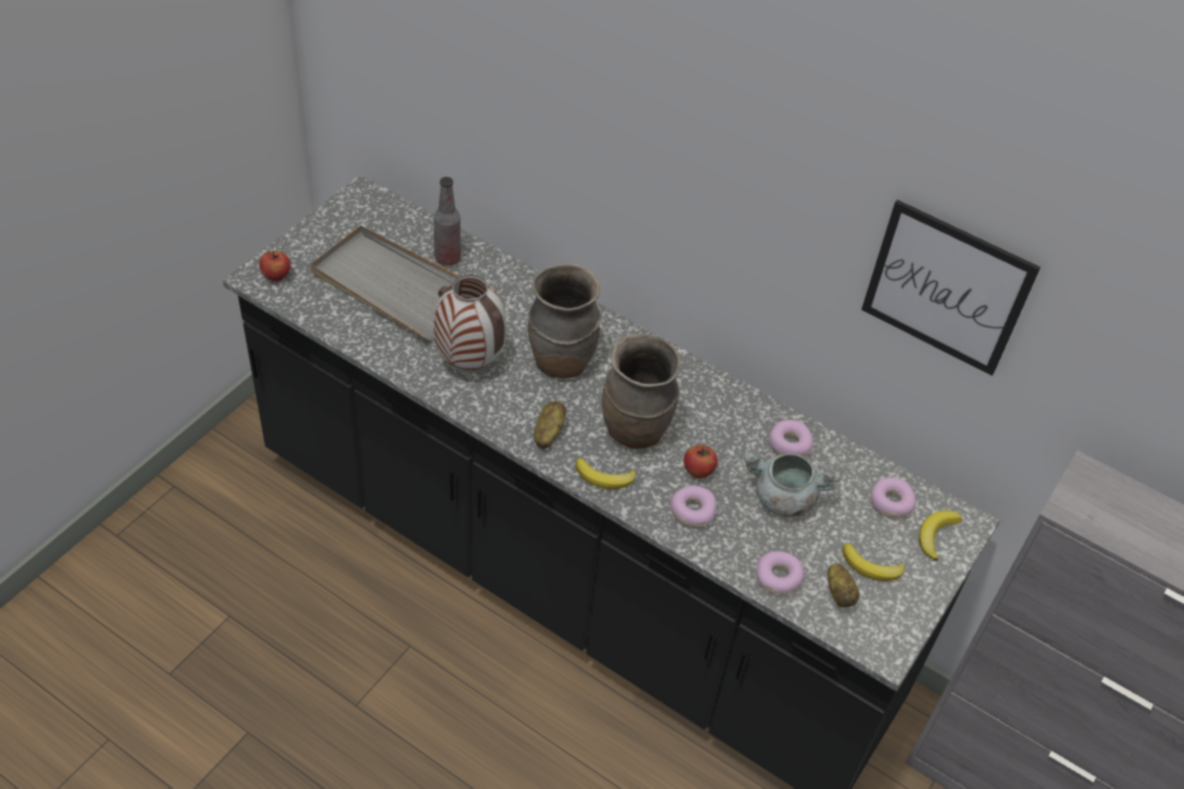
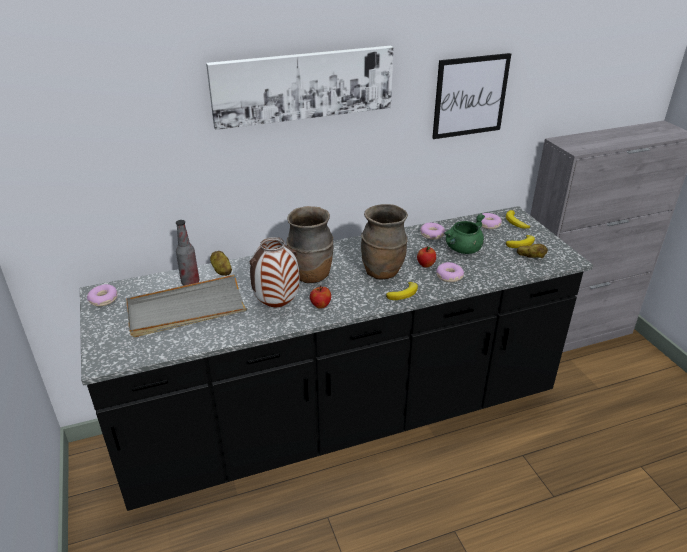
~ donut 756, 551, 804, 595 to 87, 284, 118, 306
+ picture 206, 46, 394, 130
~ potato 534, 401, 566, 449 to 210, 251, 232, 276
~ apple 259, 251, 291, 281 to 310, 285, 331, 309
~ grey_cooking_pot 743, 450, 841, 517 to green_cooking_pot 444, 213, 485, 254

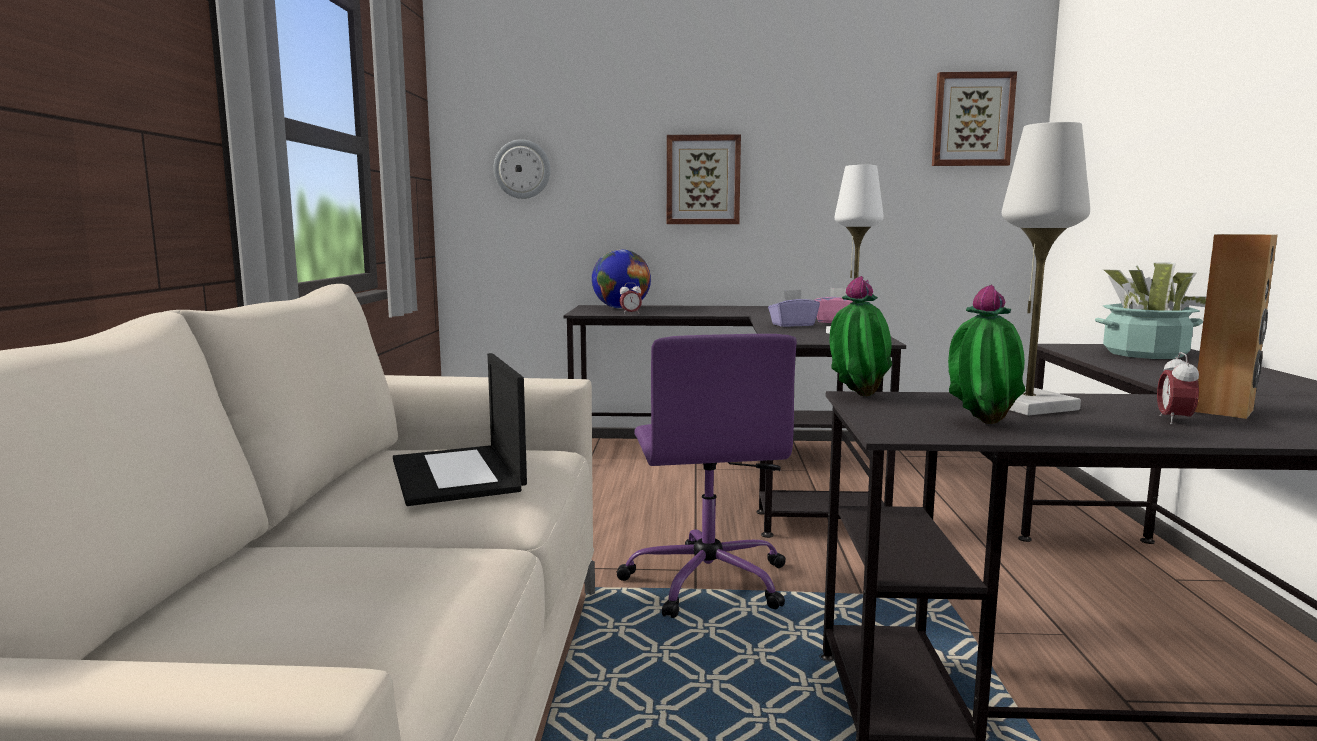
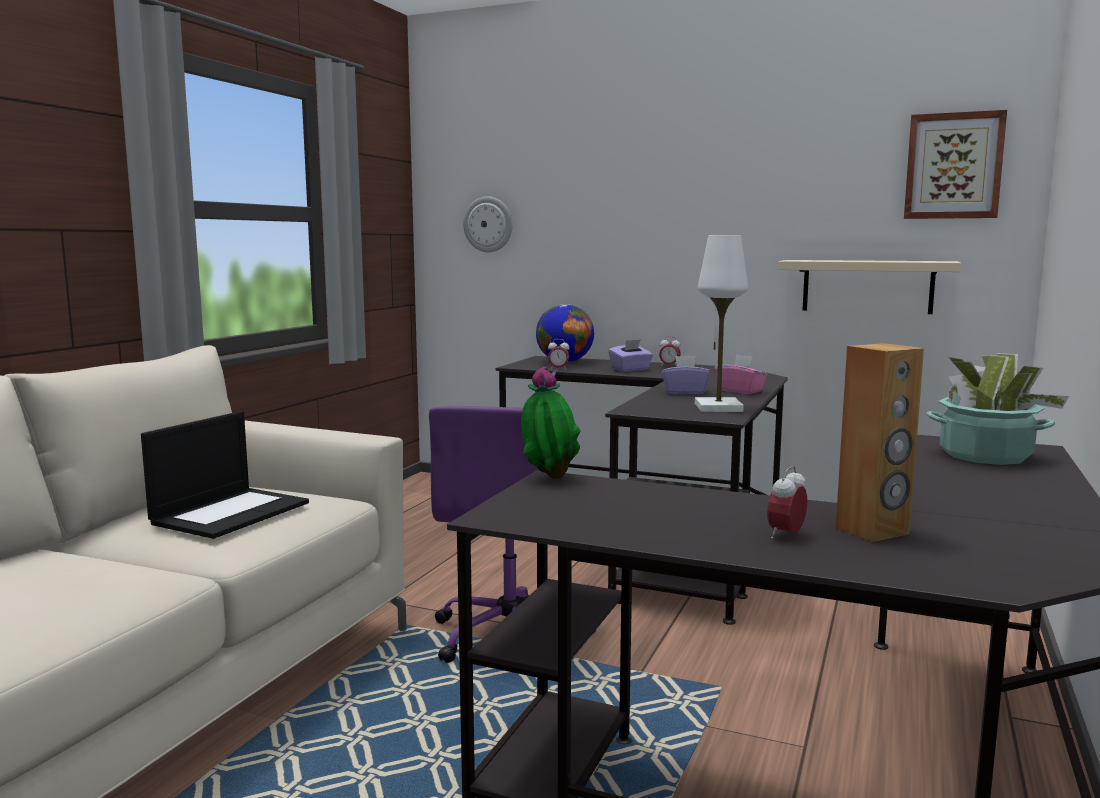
~ laptop 393, 353, 527, 506 = 141, 411, 309, 539 150 degrees counterclockwise
+ purple_tissue_box 608, 339, 653, 372
+ alarm_clock 659, 336, 681, 367
+ beige_shelf 778, 260, 961, 314
- picture 667, 134, 741, 224
- potted_plant 948, 285, 1026, 424
- white_table_lamp 1002, 122, 1090, 416

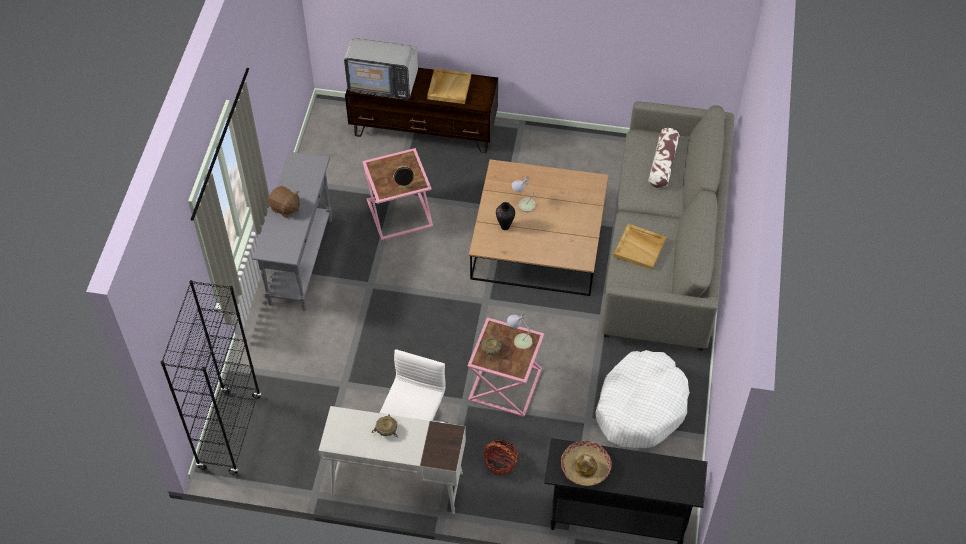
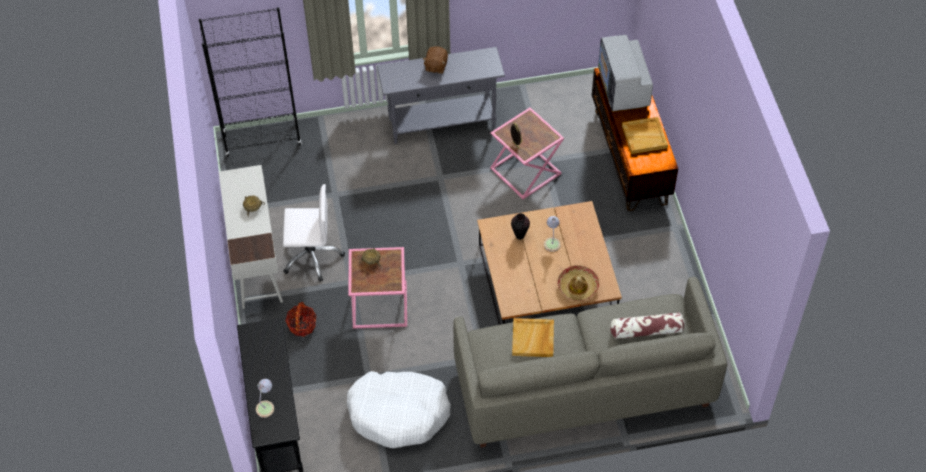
~ table_lamp 507, 313, 532, 350 to 256, 379, 274, 418
~ hat 561, 441, 612, 486 to 557, 265, 599, 301

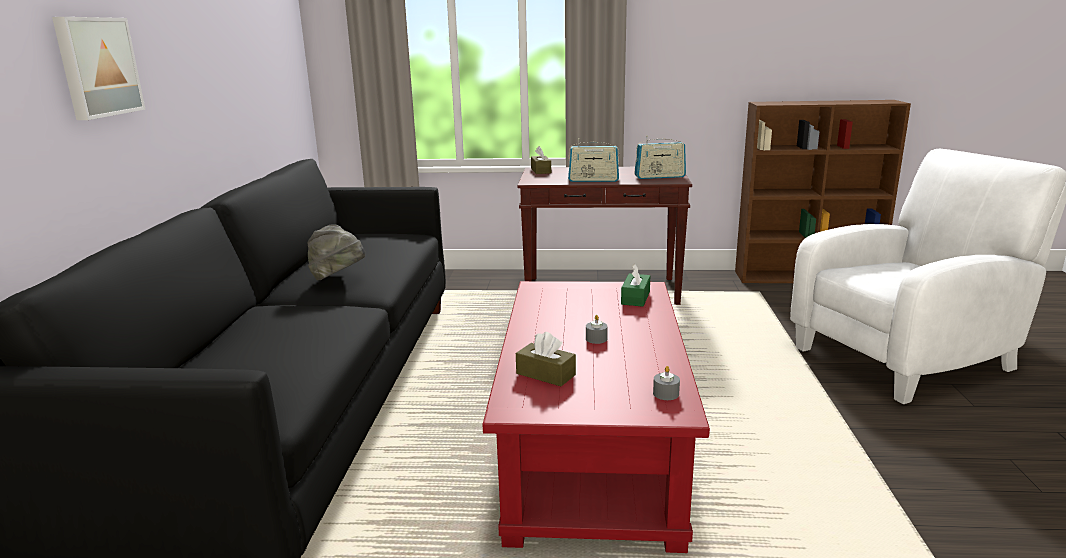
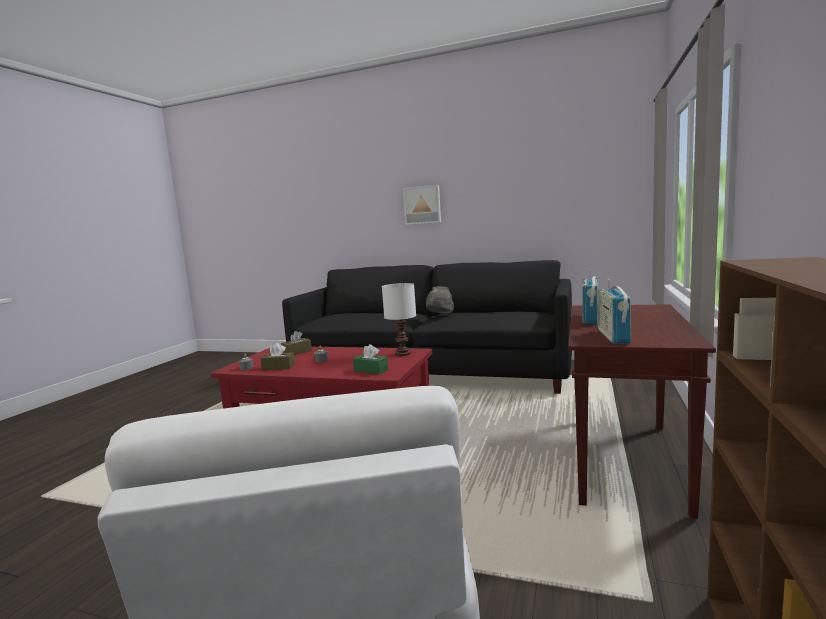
~ brown_tissue_box 531, 146, 551, 174 to 260, 343, 295, 370
+ white_table_lamp 382, 283, 416, 356

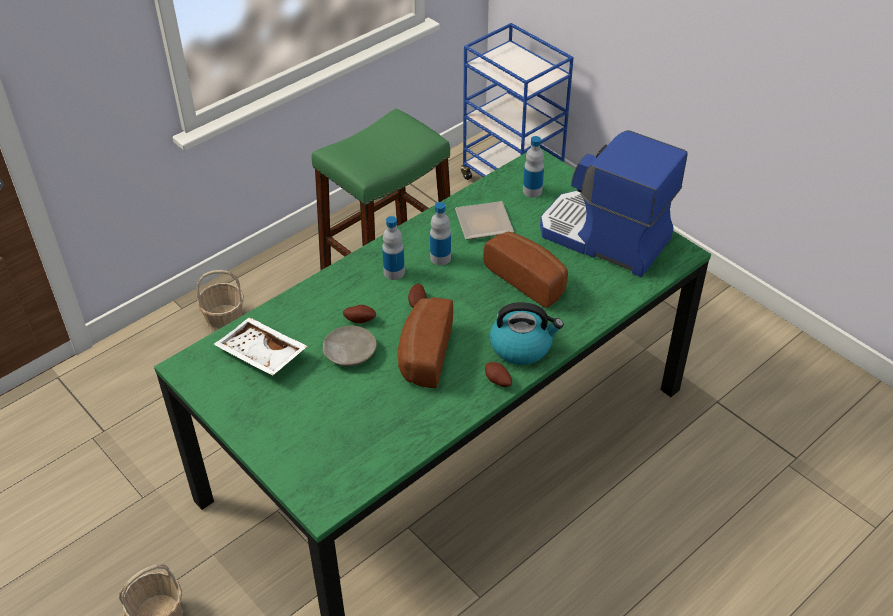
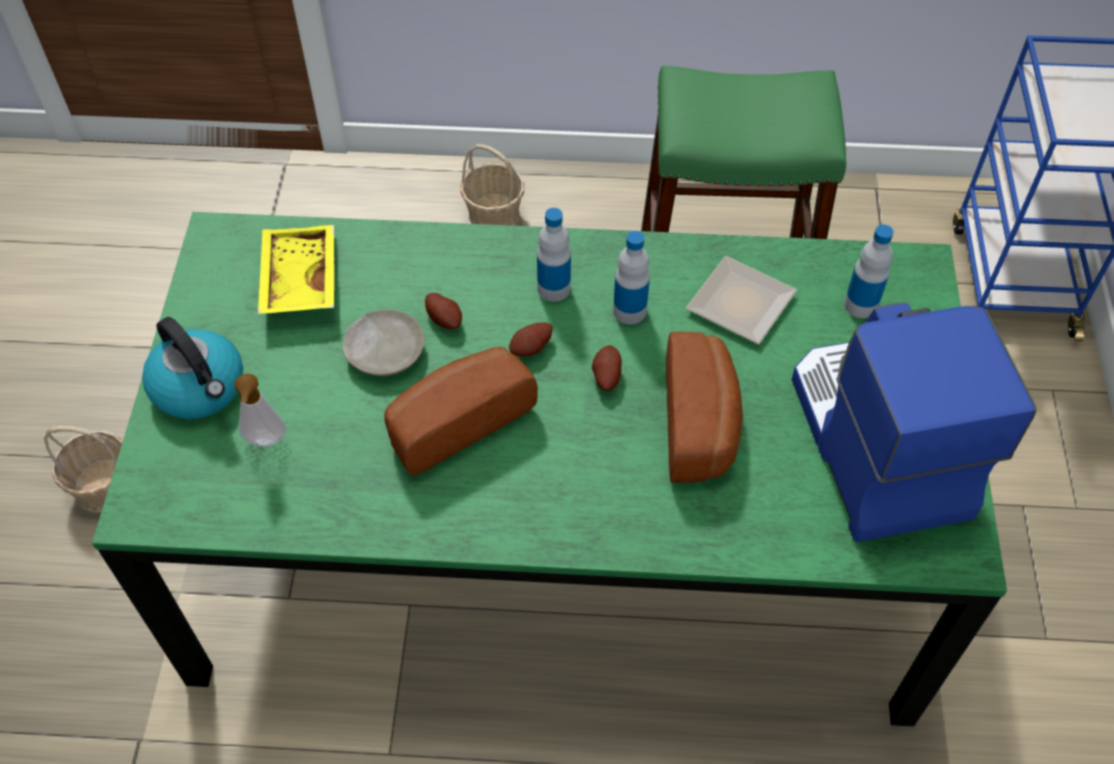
~ kettle 490, 302, 564, 365 to 142, 317, 243, 419
+ soap_dispenser 234, 373, 287, 447
~ white_tray 214, 317, 308, 376 to yellow_tray 258, 225, 334, 314
~ potato 485, 362, 512, 387 to 592, 345, 622, 391

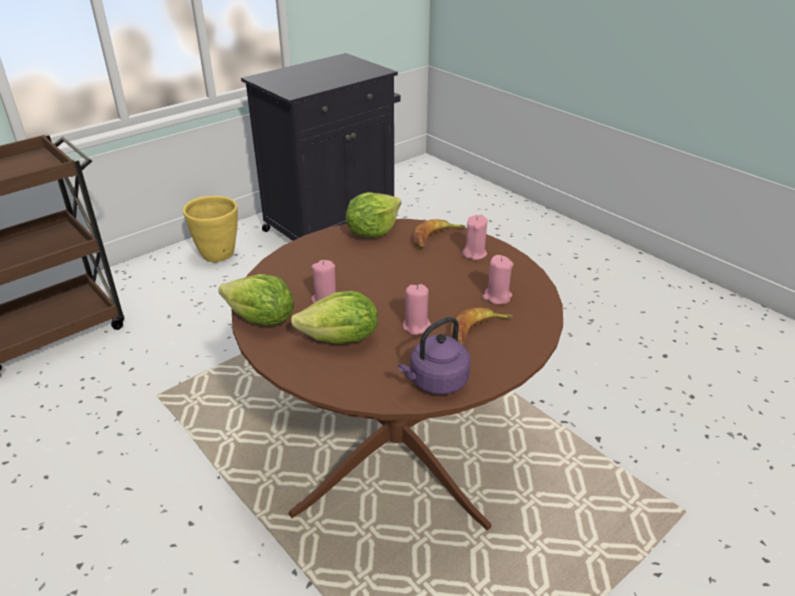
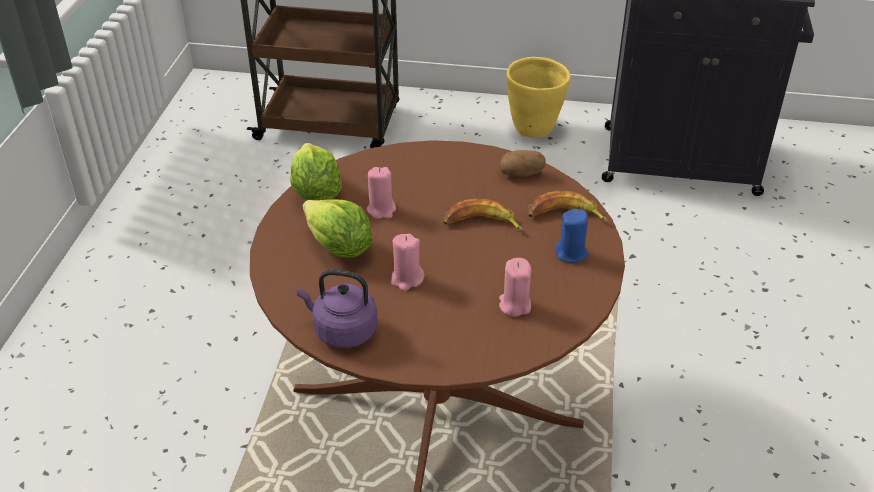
~ banana 451, 308, 514, 346 to 444, 198, 523, 231
~ lettuce 346, 192, 401, 237 to potato 499, 150, 546, 177
~ pink_candle 462, 215, 488, 260 to blue_candle 555, 209, 589, 263

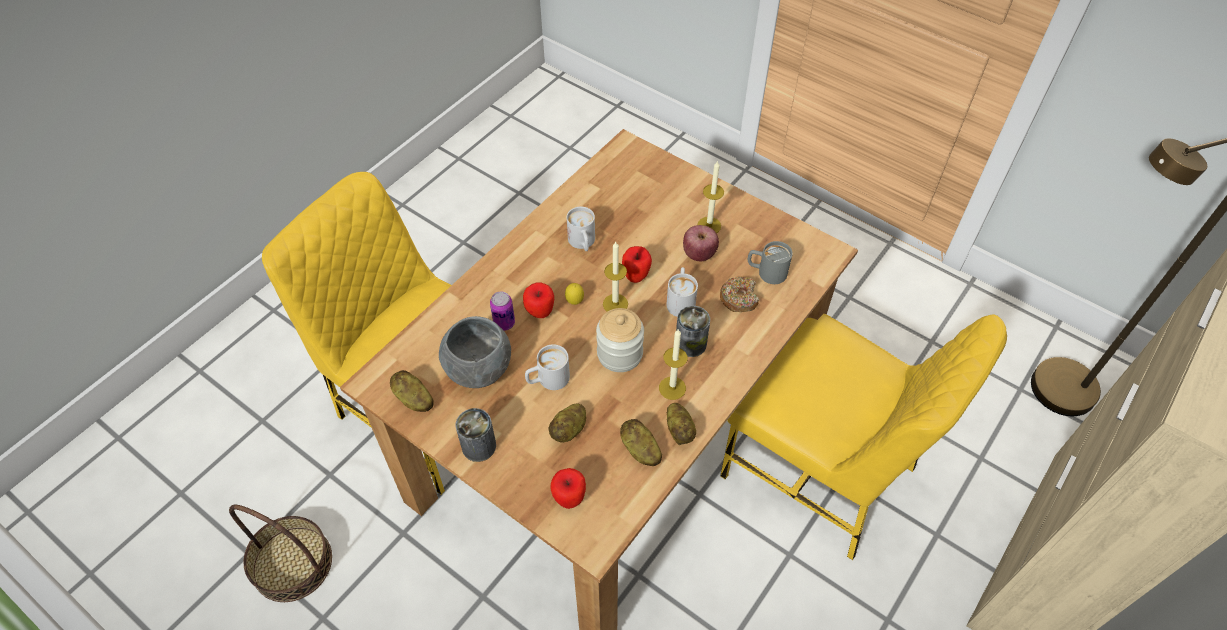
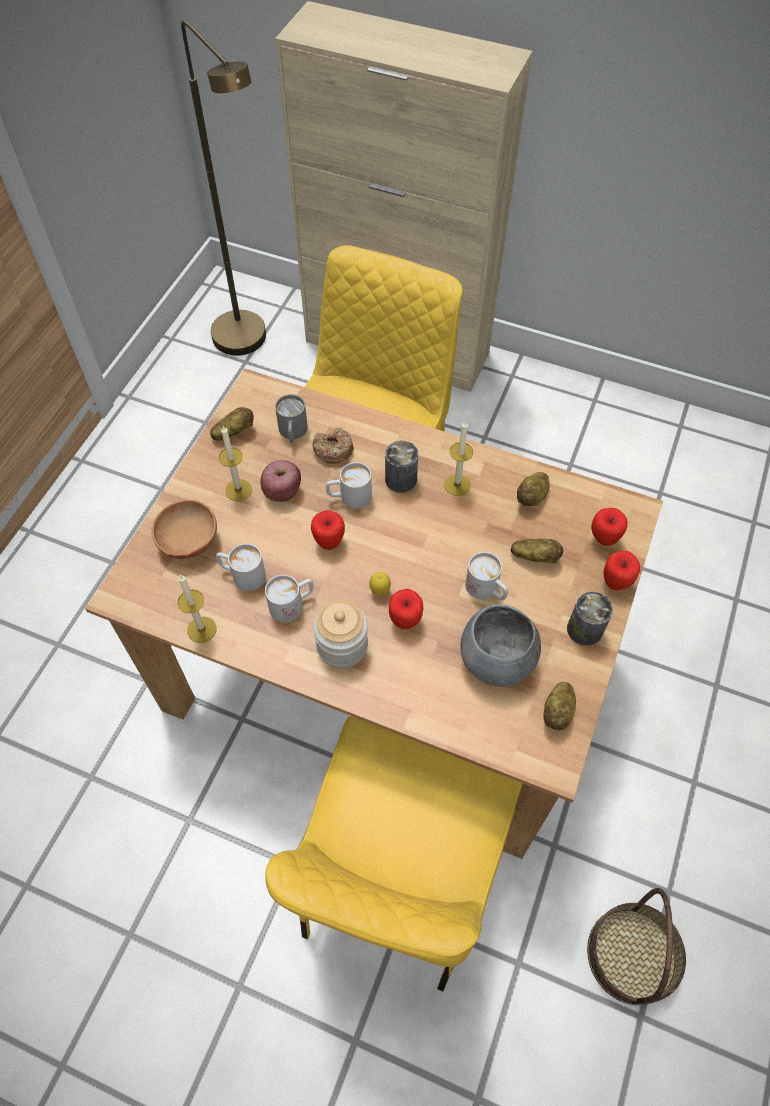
+ brown_bowl 152, 500, 217, 559
~ candle 603, 242, 628, 312 to 178, 574, 217, 643
~ potato 667, 403, 696, 445 to 210, 407, 254, 440
+ white_mug 216, 544, 266, 591
~ jar 596, 308, 644, 372 to 313, 600, 368, 669
+ apple 603, 551, 640, 590
- can 490, 291, 515, 331

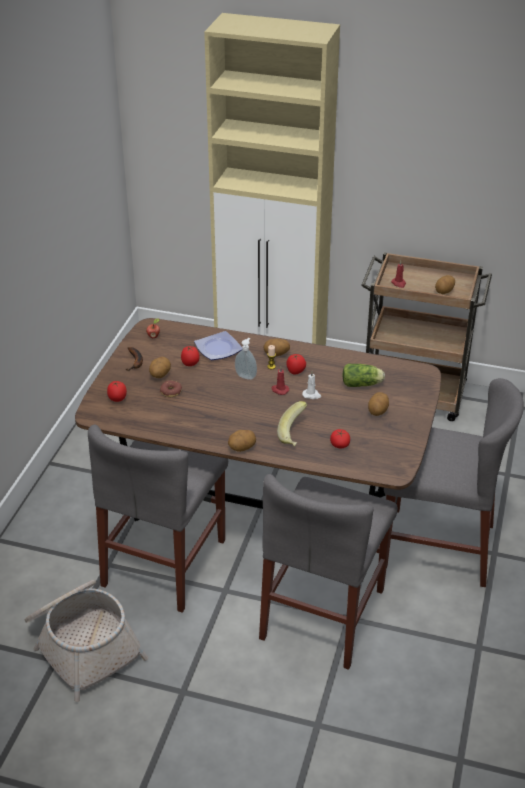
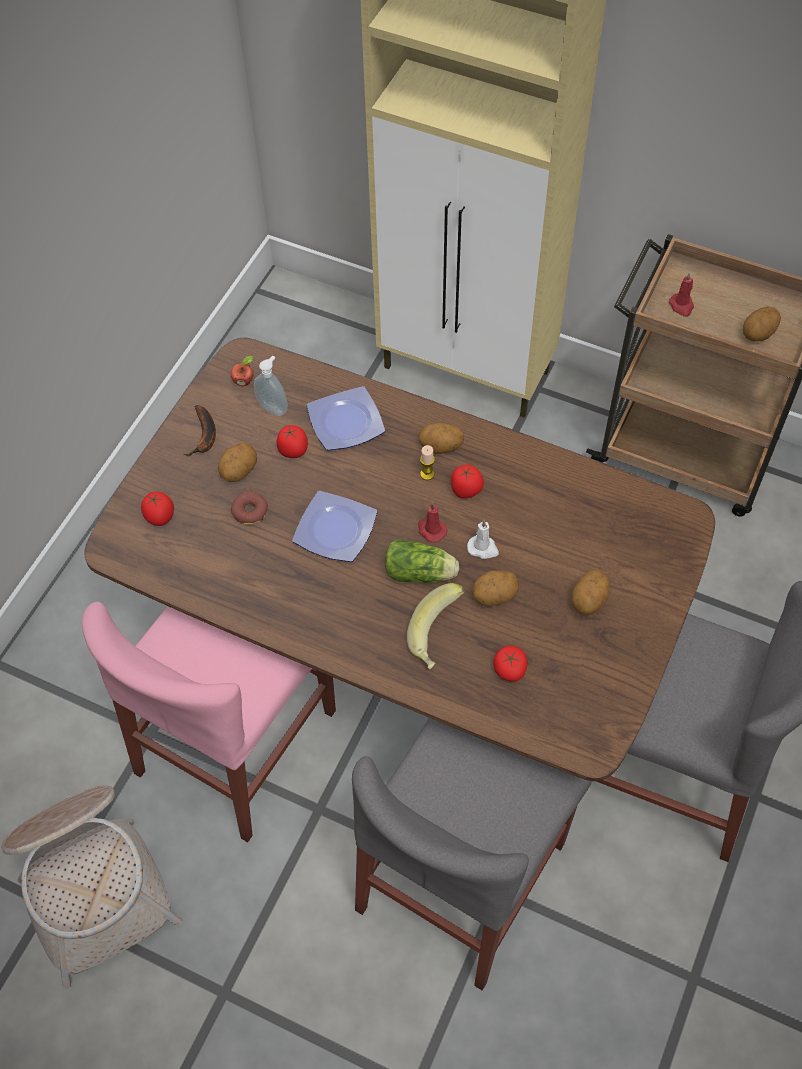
~ grey_chair 88, 425, 228, 613 to pink_chair 82, 601, 336, 843
~ soap_dispenser 235, 338, 257, 380 to 254, 356, 288, 416
+ plate 292, 491, 377, 562
~ lettuce 342, 363, 385, 387 to 385, 539, 459, 583
~ potato 228, 430, 256, 452 to 472, 570, 519, 606

